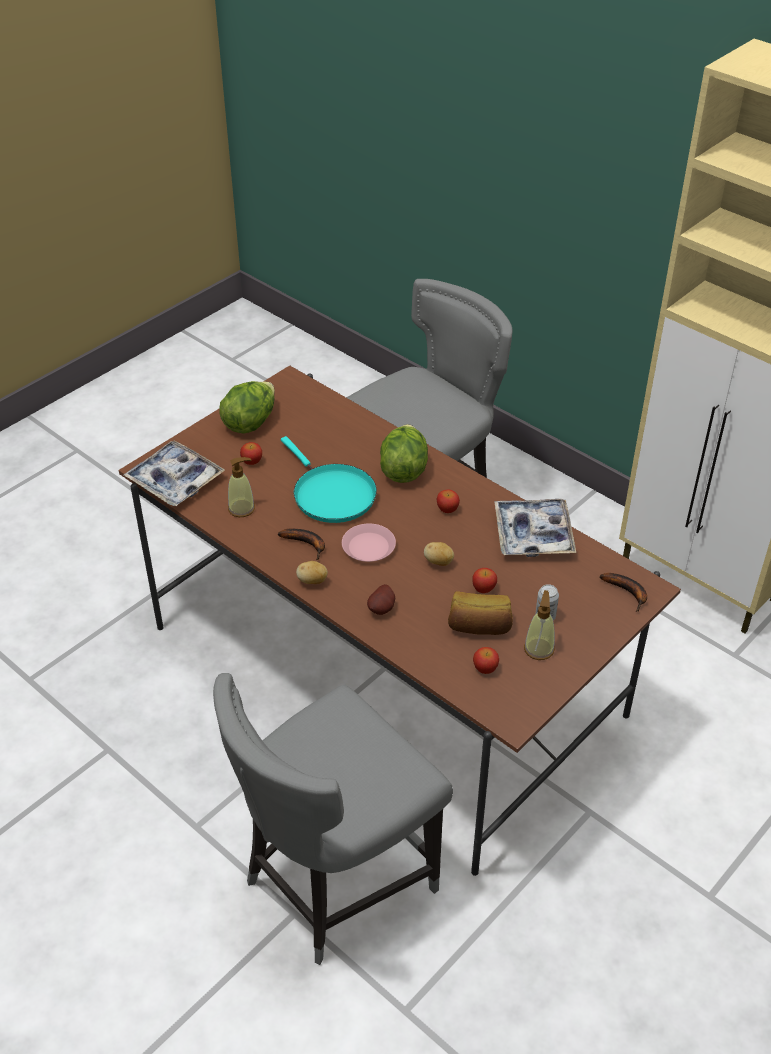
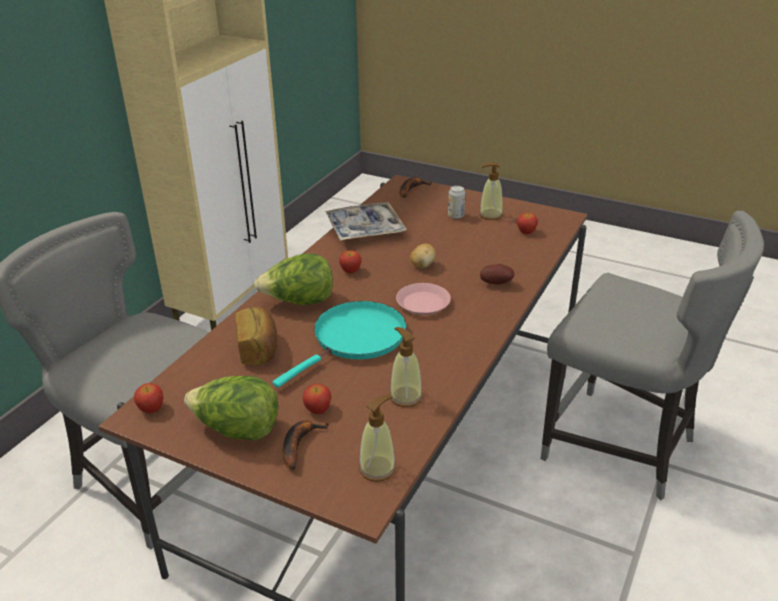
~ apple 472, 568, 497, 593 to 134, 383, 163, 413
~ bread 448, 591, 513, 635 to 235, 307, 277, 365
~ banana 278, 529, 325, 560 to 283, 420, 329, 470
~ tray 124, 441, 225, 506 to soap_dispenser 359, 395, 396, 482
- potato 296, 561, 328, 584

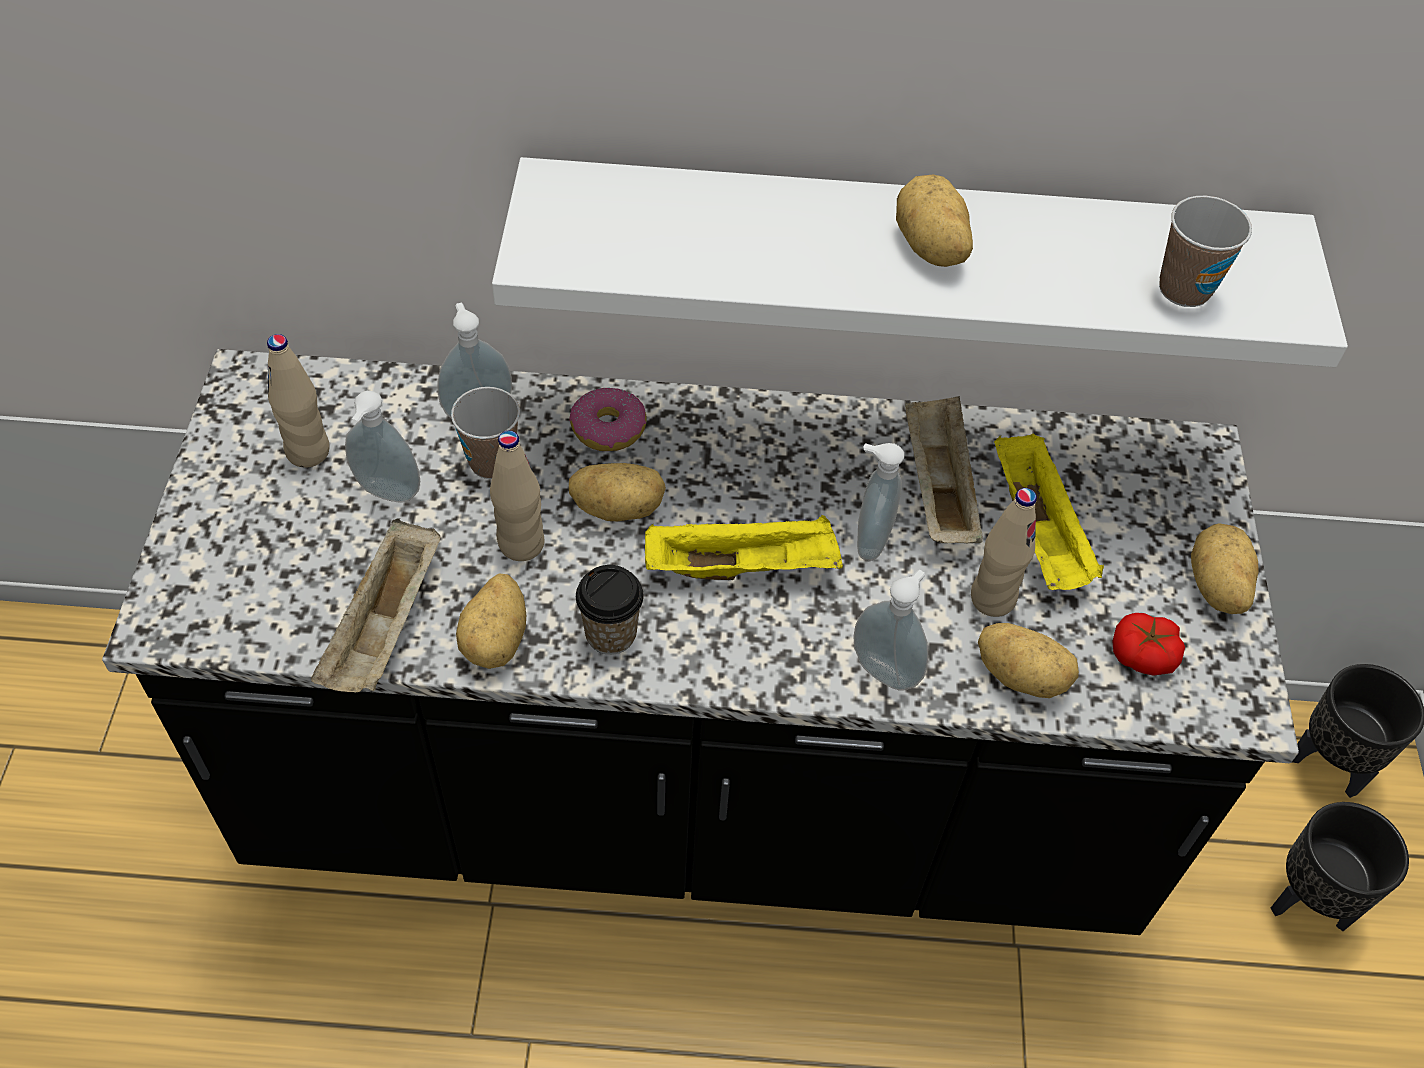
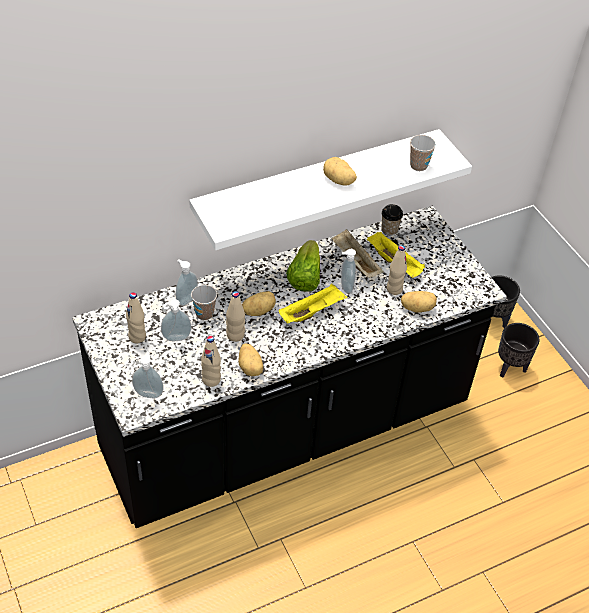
~ soap_dispenser 853, 570, 928, 691 to 132, 351, 164, 398
~ beige_tray 311, 518, 440, 692 to beige_bottle 201, 336, 221, 387
+ lettuce 286, 240, 320, 292
~ cup 576, 565, 643, 655 to 381, 204, 403, 236
- donut 569, 387, 647, 451
- tomato 1112, 613, 1185, 676
- potato 1191, 523, 1259, 614

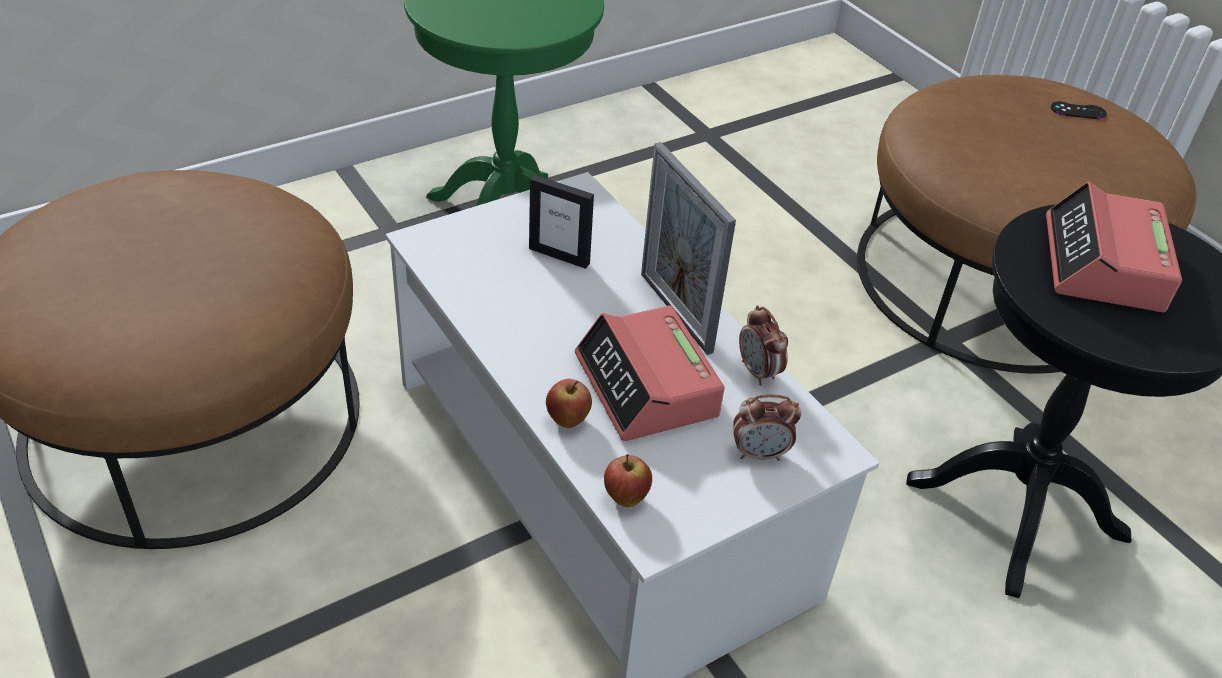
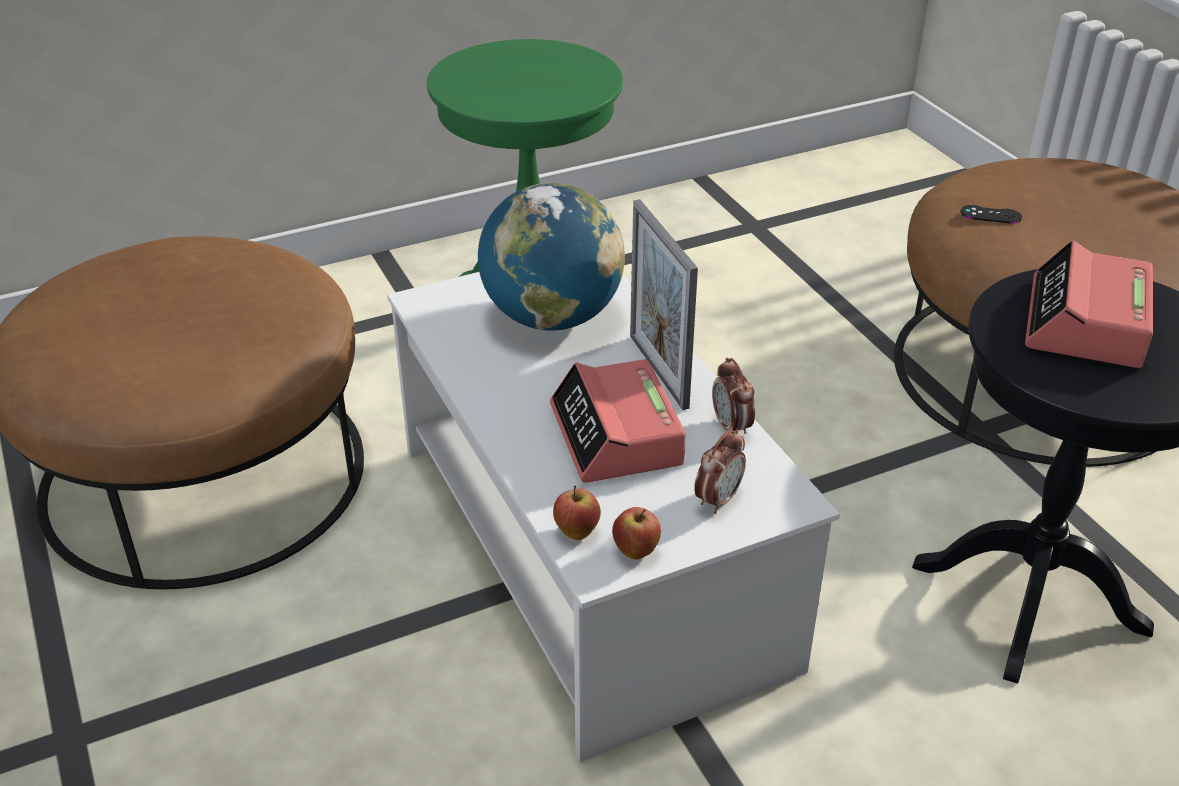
~ picture_frame 529, 175, 594, 269 to globe 478, 183, 625, 331
~ apple 546, 379, 592, 428 to 612, 507, 661, 560
~ alarm_clock 733, 394, 801, 461 = 694, 429, 746, 514 60 degrees counterclockwise
~ black_game_controller 1051, 101, 1107, 119 to 960, 205, 1022, 224

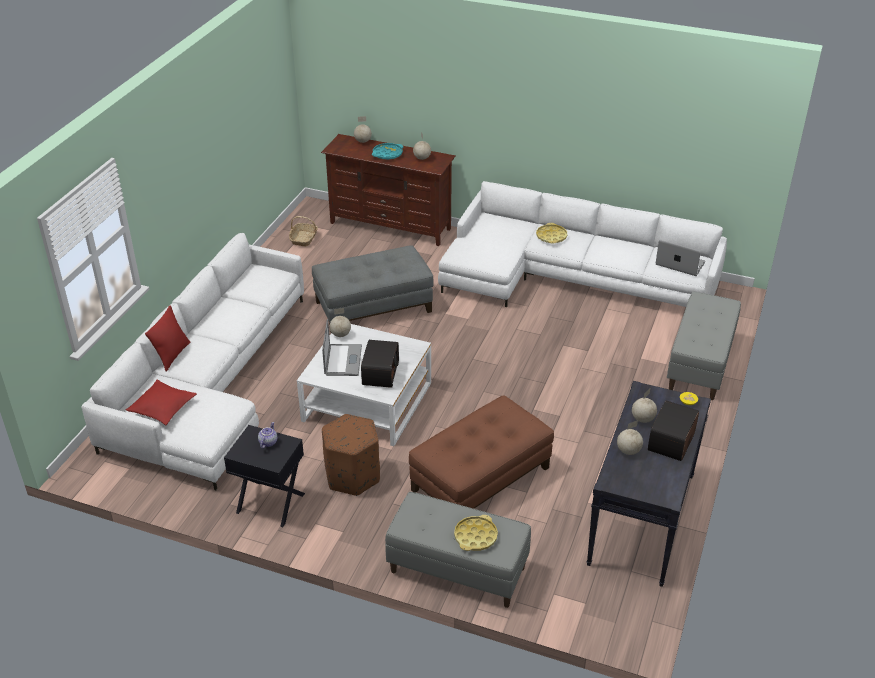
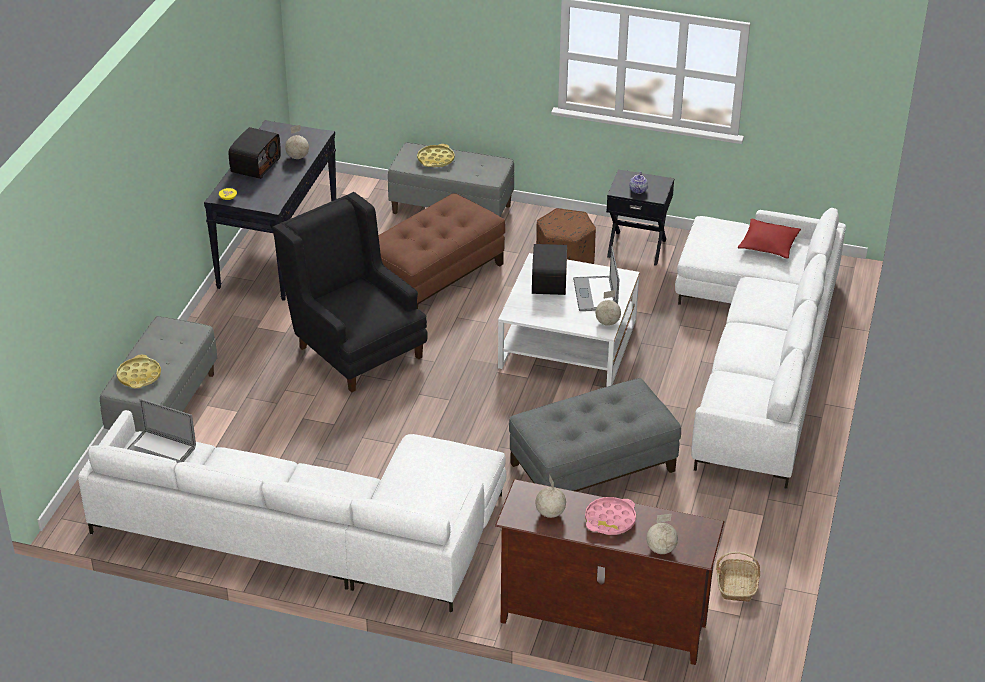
~ yellow_tray 536, 223, 567, 243 to 116, 355, 161, 388
+ black_armchair 272, 192, 428, 393
~ turquoise_tray 372, 143, 403, 160 to pink_tray 585, 497, 636, 535
- red_pillow 145, 305, 191, 371
- globe 632, 388, 657, 423

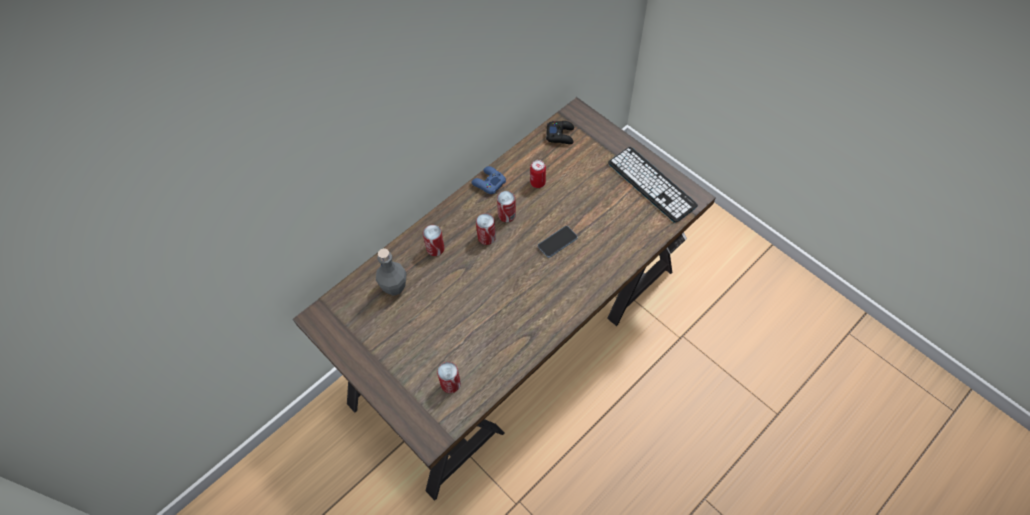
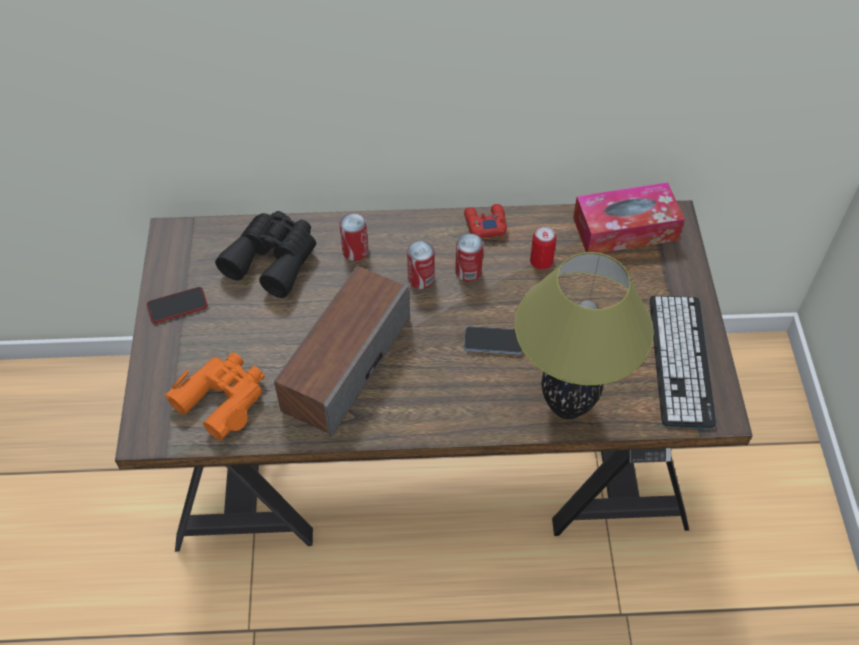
+ phone 147, 287, 208, 323
~ can 437, 362, 461, 393 to orange_binoculars 165, 353, 265, 440
~ grey_bottle 376, 248, 406, 296 to black_binoculars 215, 211, 316, 298
+ speaker 274, 266, 409, 437
~ blue_game_controller 471, 166, 506, 194 to red_game_controller 464, 204, 507, 238
+ table_lamp 515, 252, 654, 419
~ black_game_controller 546, 121, 574, 144 to tissue_box 573, 182, 685, 253

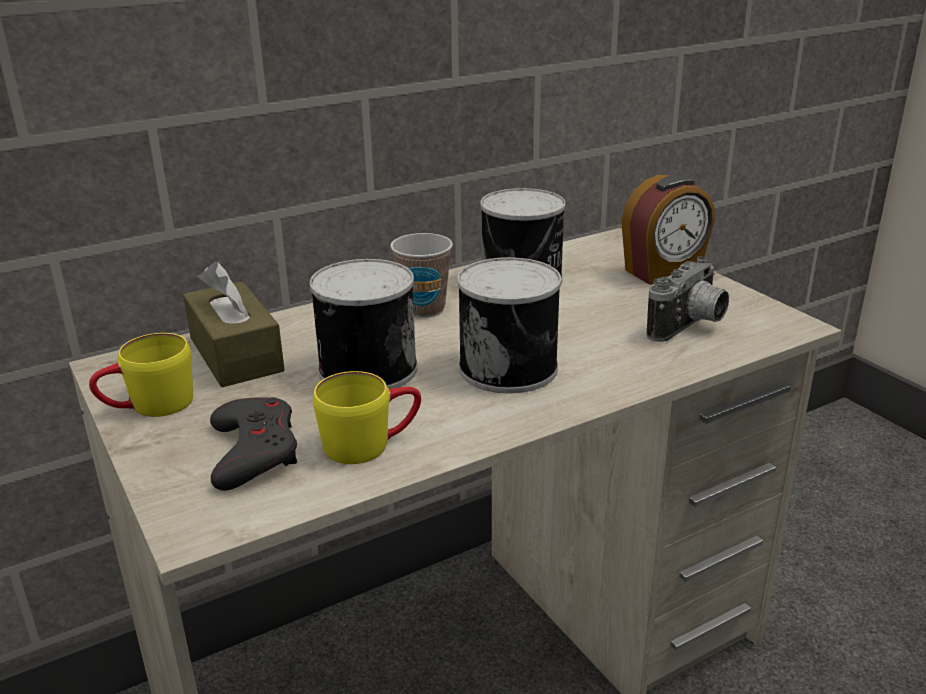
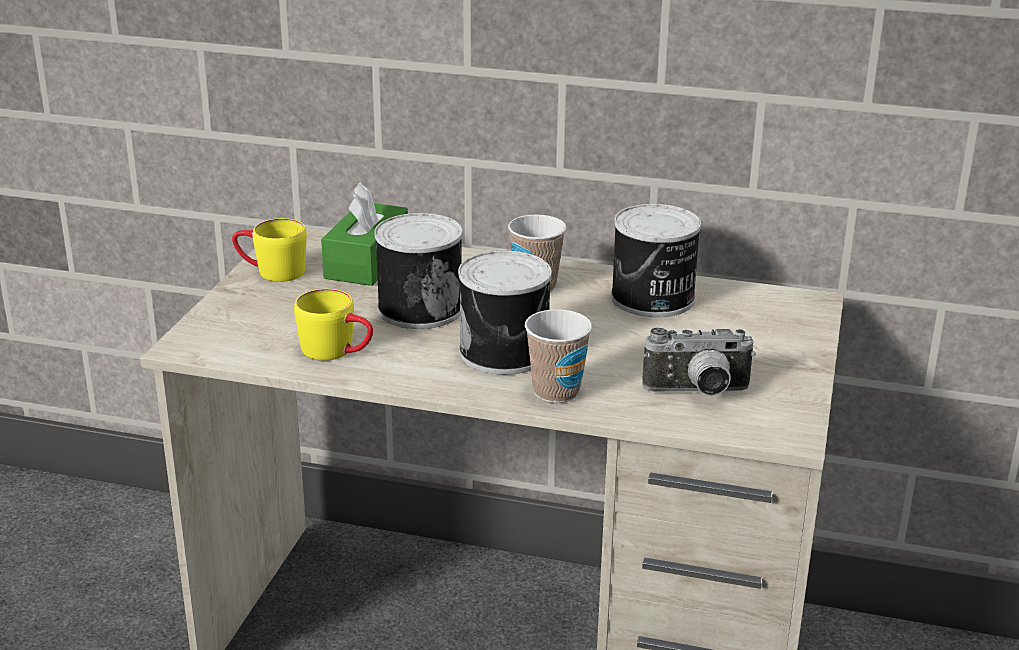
~ brown_tissue_box 183, 262, 285, 387 to green_tissue_box 321, 182, 408, 286
+ cup 525, 309, 592, 403
- grey_game_controller 210, 397, 297, 491
- alarm_clock 621, 175, 715, 285

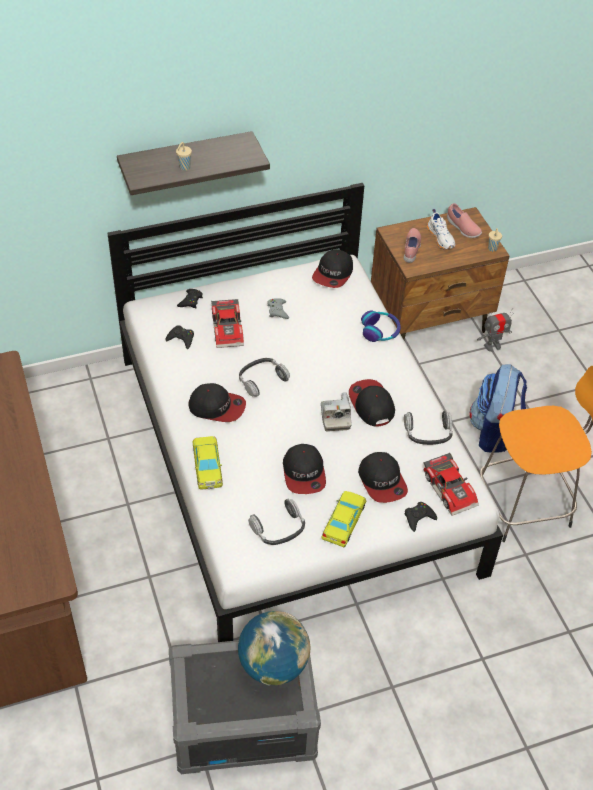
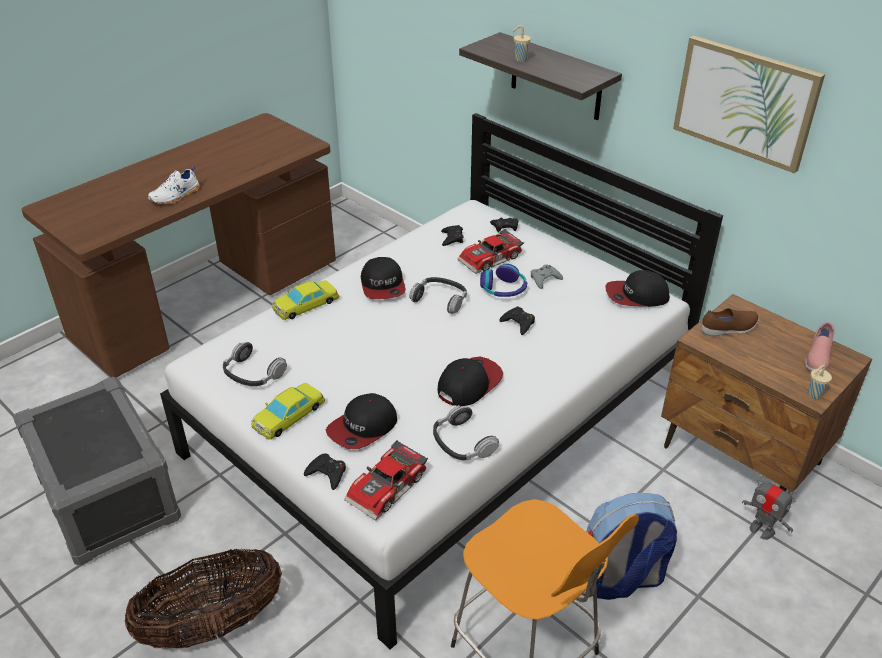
+ basket 125, 548, 282, 648
~ white_shoe 427, 209, 455, 250 to 148, 166, 200, 205
~ yellow_toy_car 321, 491, 366, 547 = 251, 383, 325, 440 135 degrees clockwise
~ headphones 361, 311, 401, 342 to 480, 264, 527, 297
+ black_game_controller 499, 307, 535, 335
+ picture 673, 36, 825, 173
~ pink_shoe 404, 228, 421, 263 to brown_shoe 701, 308, 759, 336
- globe 238, 611, 311, 686
- cap 283, 444, 326, 494
- photo_camera 321, 392, 351, 432

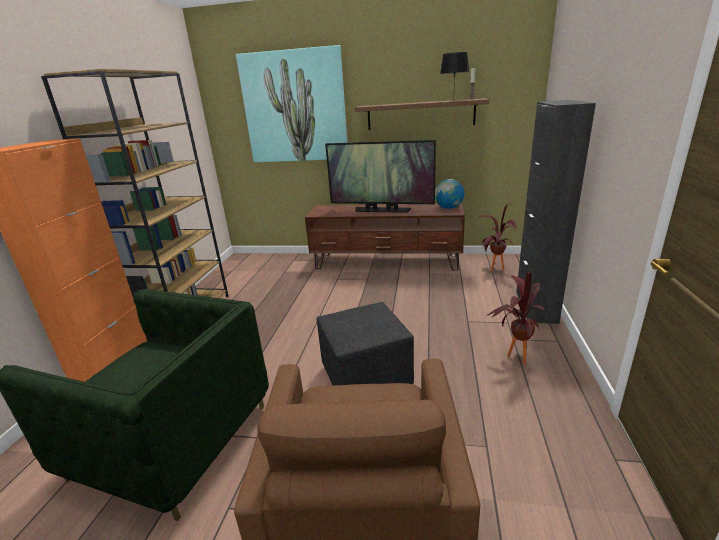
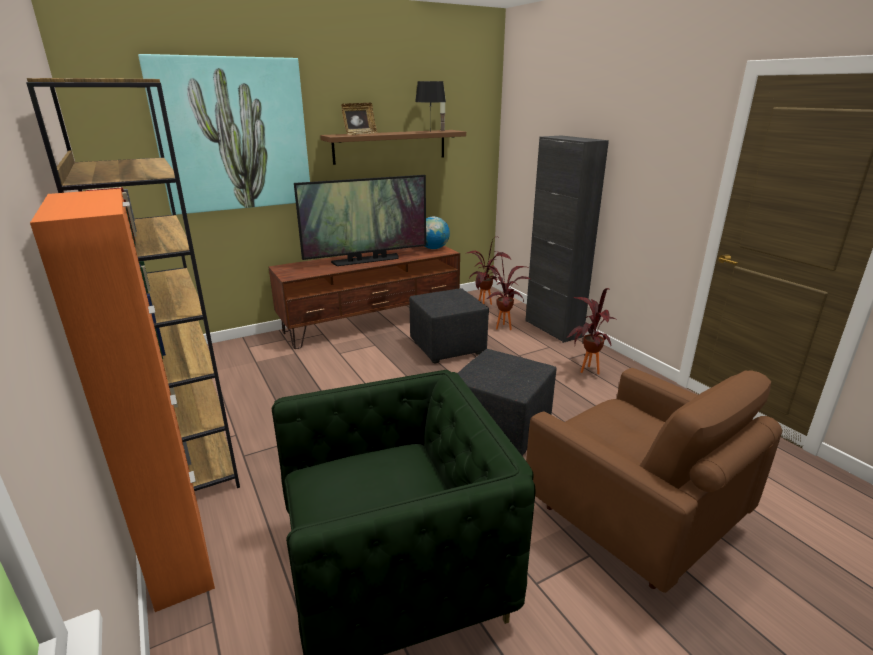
+ picture_frame 341, 103, 378, 135
+ black_ottoman 409, 288, 489, 363
+ potted_plant 479, 251, 530, 330

